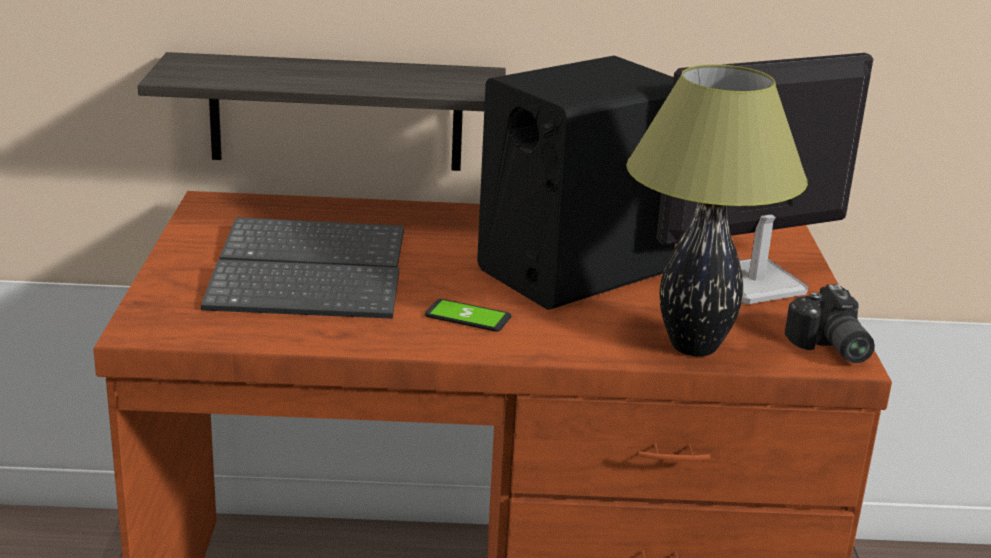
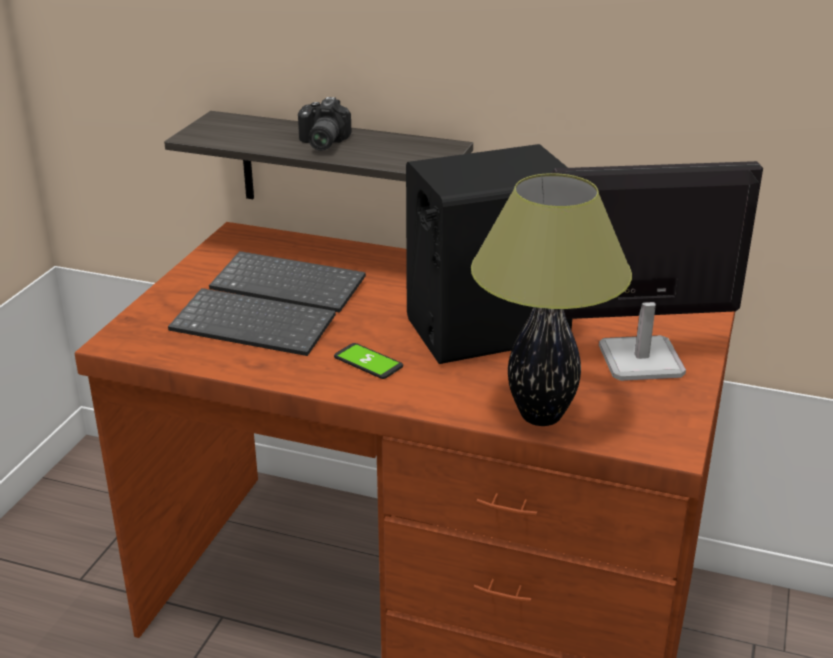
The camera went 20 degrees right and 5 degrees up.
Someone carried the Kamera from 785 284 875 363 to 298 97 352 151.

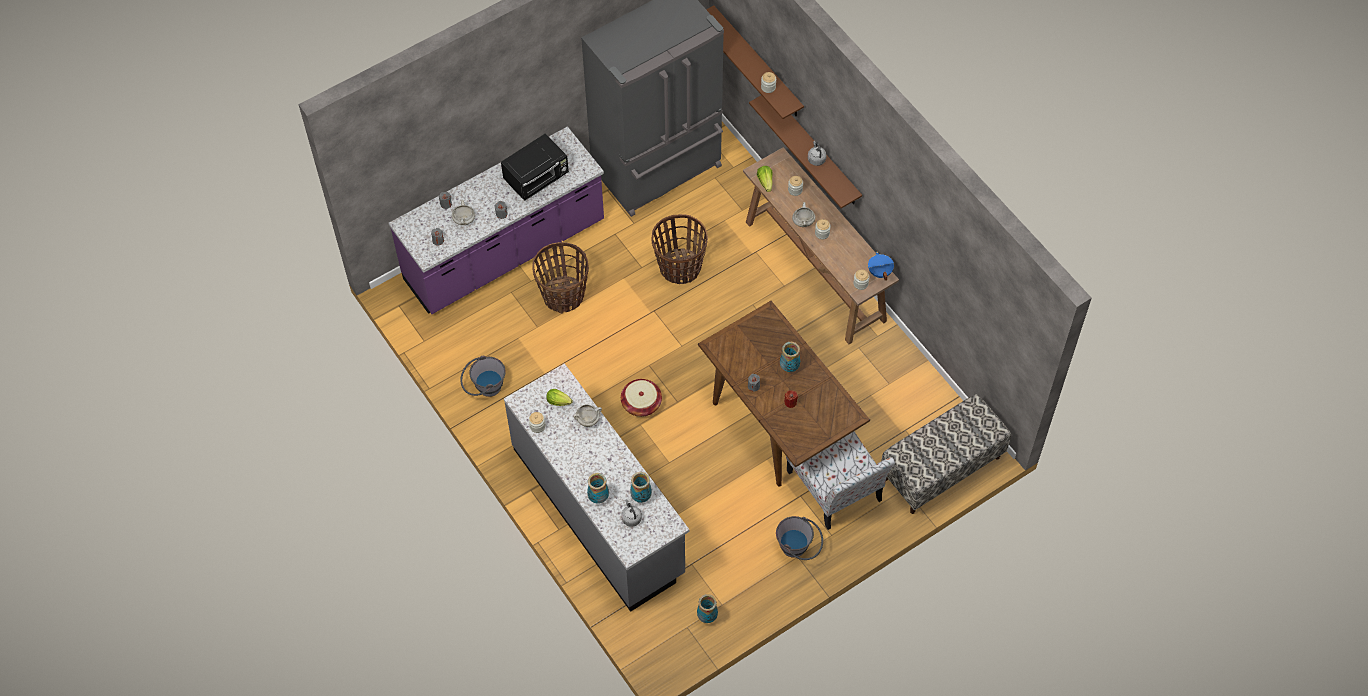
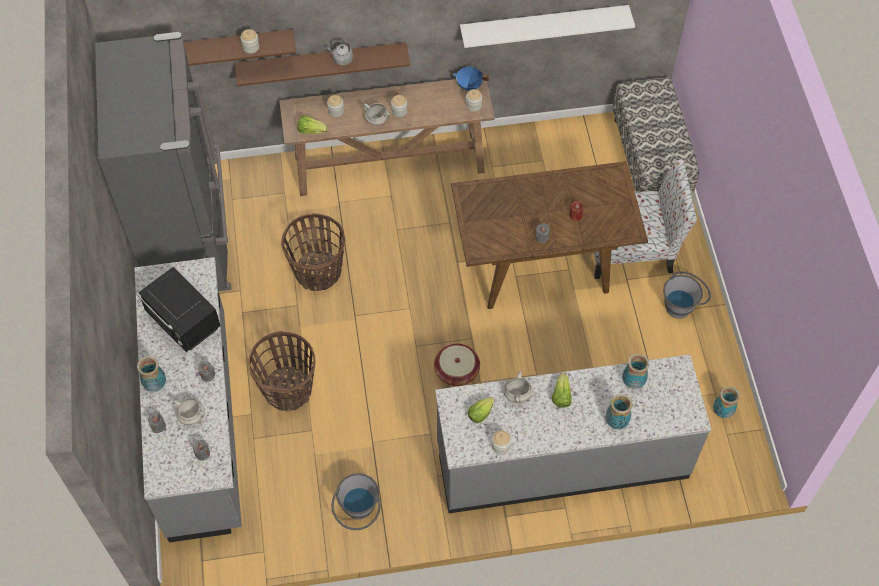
The camera went 65 degrees left and 0 degrees up.
Someone repainted the Küchenzeile (lila) at 389 126 604 314, which became the Küchenzeile (grau) at 134 257 242 543.
Someone rotated the Mikrowelle (schwarz) at 501 133 569 201 by 150 degrees clockwise.
Someone took away the Wasserkessel (grau) at 621 499 642 527.
Someone carried the Vase from 780 342 800 372 to 137 356 166 392.
Someone put up the Wandregal (weiß) at 460 5 635 48.
Someone put down the Salatkopf at 552 373 572 408.

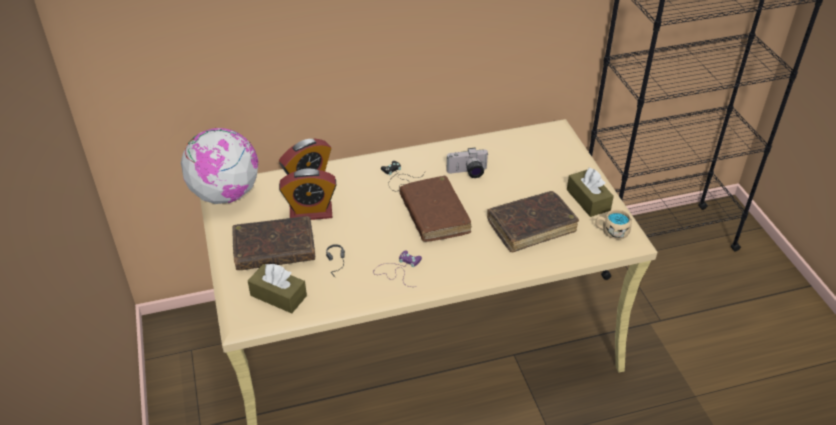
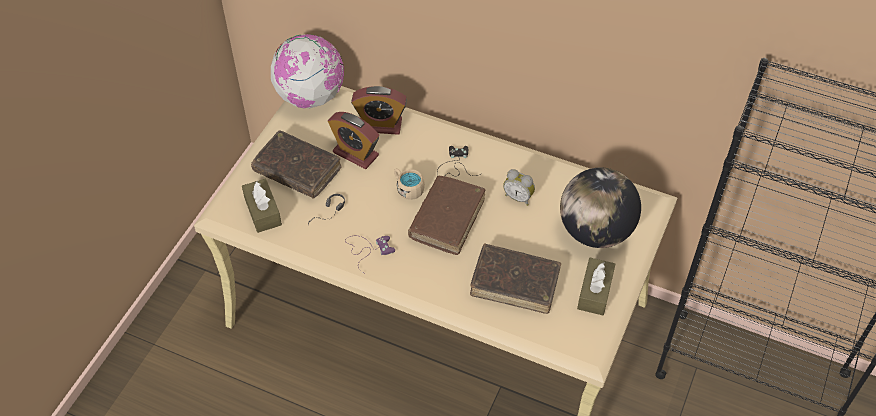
The camera went 40 degrees right and 10 degrees up.
Someone swapped the Kamera at 446 148 489 178 for the Wecker at 503 169 535 206.
Someone carried the Henkelbecher (beige) from 595 209 632 239 to 394 168 425 200.
Someone put down the Globus at 560 168 641 248.

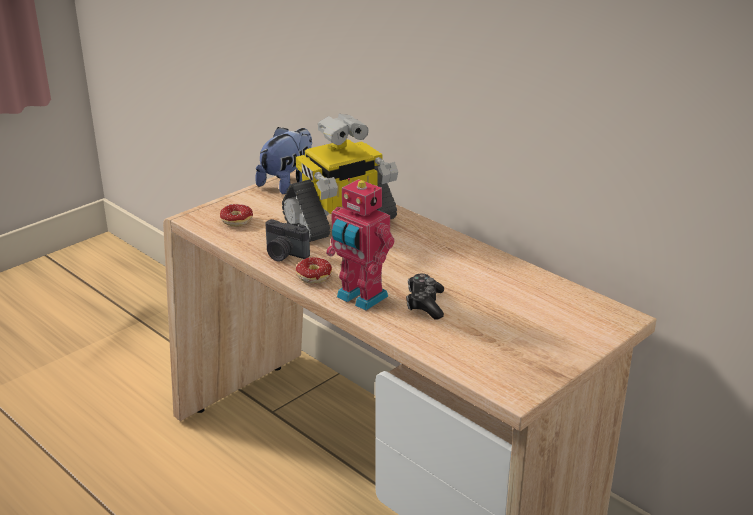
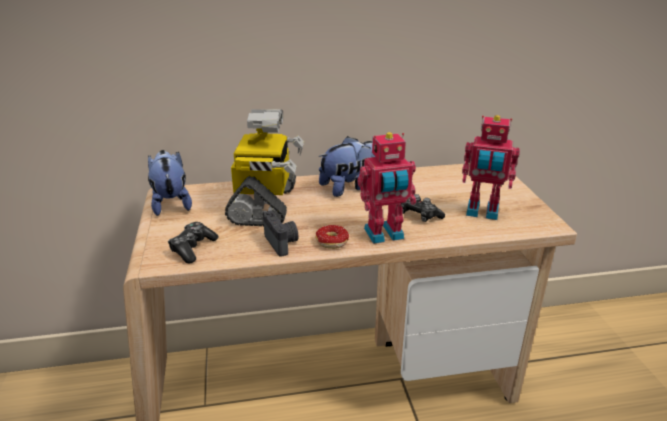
The camera went 55 degrees left and 0 degrees up.
Someone swapped the Donut at 220 204 253 227 for the Gamepad at 168 222 219 264.
Someone rotated the Kamera at 265 219 310 262 by 90 degrees counterclockwise.
Someone put down the Plüschtier at 318 136 375 197.
Someone put down the Spielzeugroboter at 462 115 520 220.

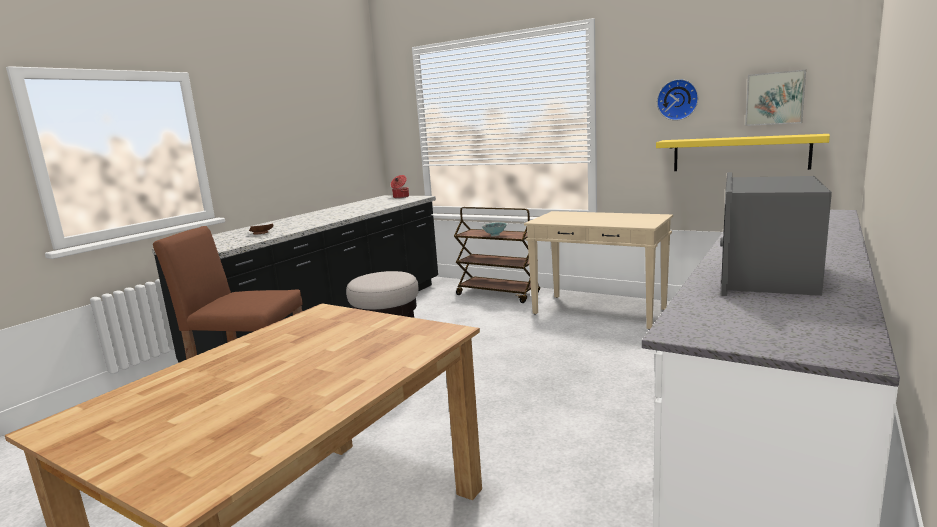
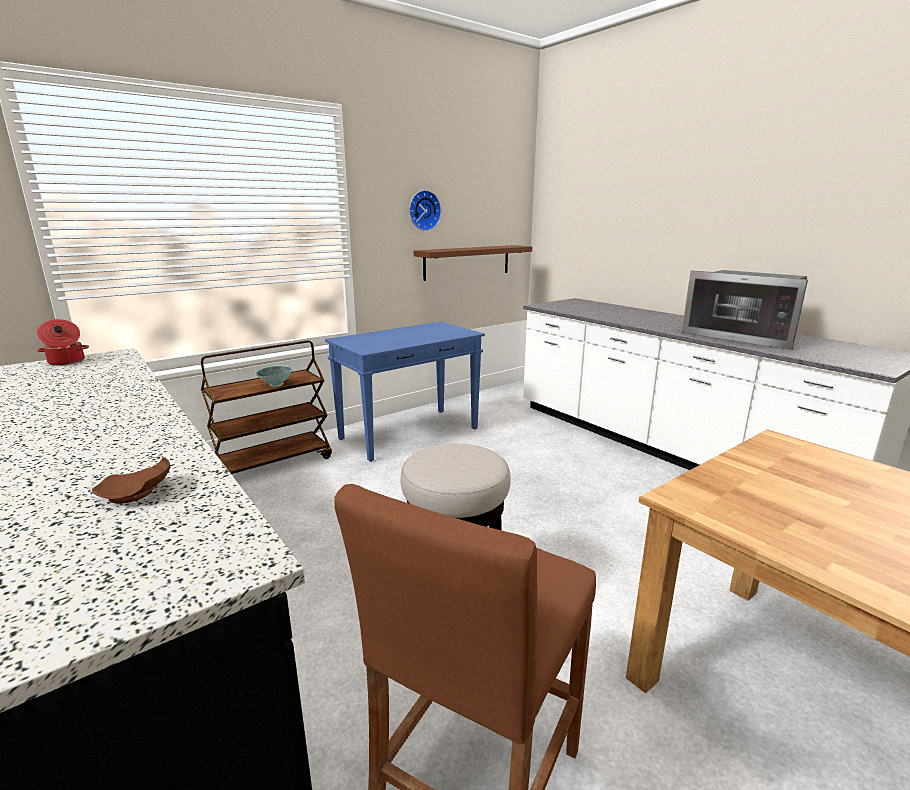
The camera went 70 degrees left and 5 degrees up.
Someone repainted the Konsolentisch (beige) at 524 211 673 330, which became the Konsolentisch (blau) at 325 322 485 462.
Someone repainted the Wandregal (gelb) at 656 134 830 171, which became the Wandregal (braun) at 414 245 532 281.
Someone took away the Bild at 745 70 806 126.

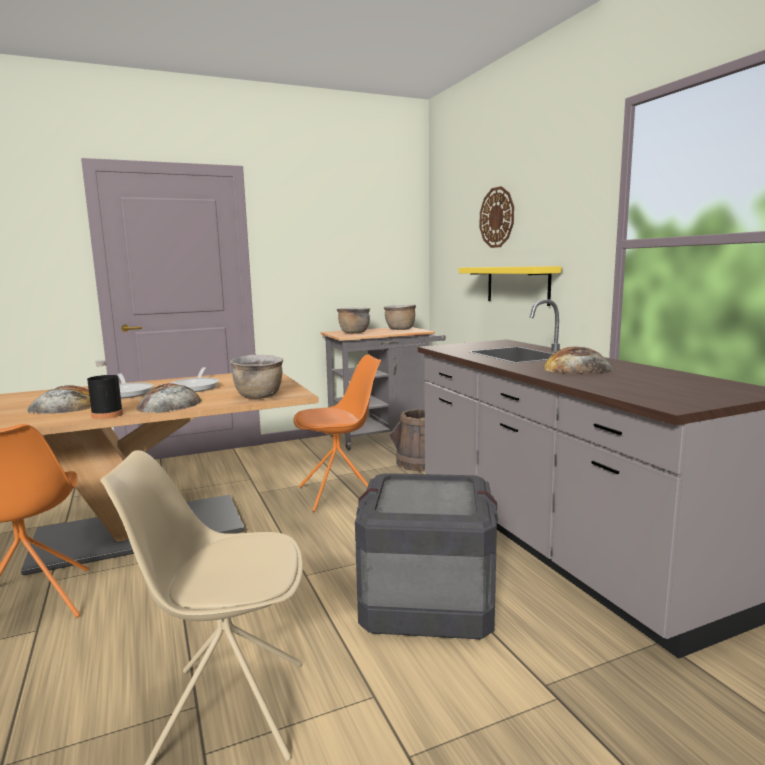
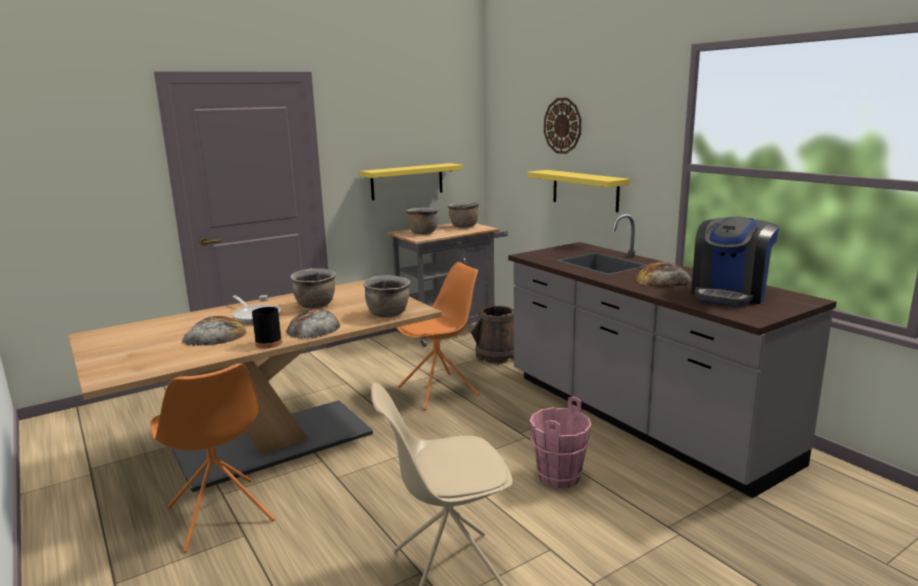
The camera went 10 degrees left and 5 degrees up.
Someone swapped the Pfanne at 169 367 219 392 for the Kochtopf (braun) at 290 268 336 308.
Someone swapped the Kiste at 355 473 498 639 for the Eimer (rosa) at 530 397 591 489.
Someone put up the Wandregal (gelb) at 360 163 463 200.
Someone put down the Kaffeemaschine at 691 216 779 306.

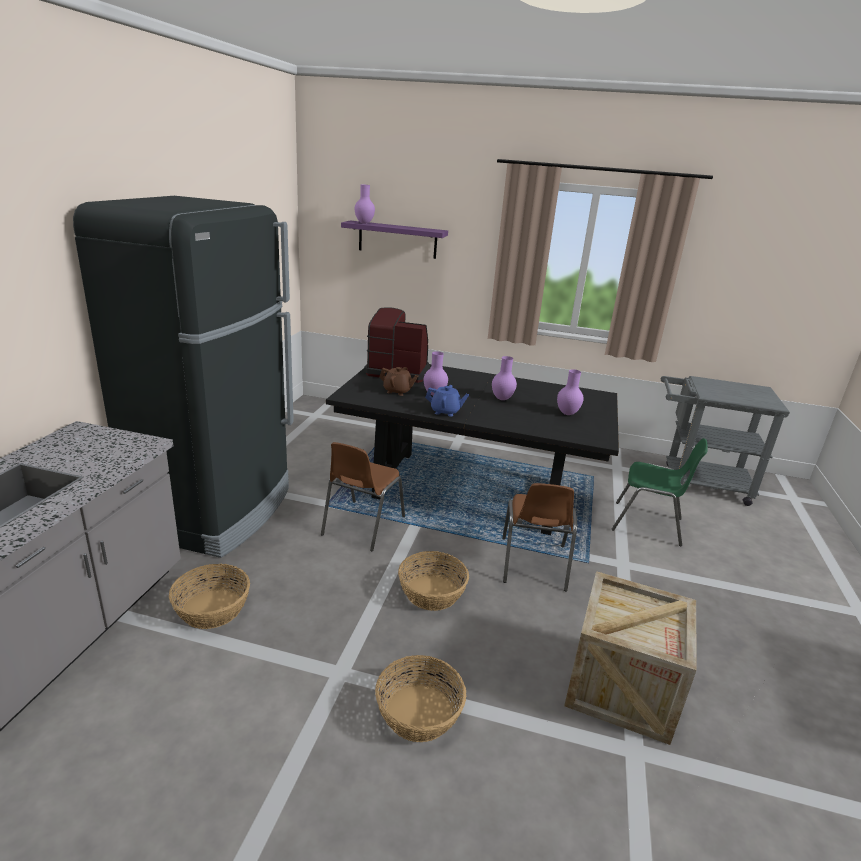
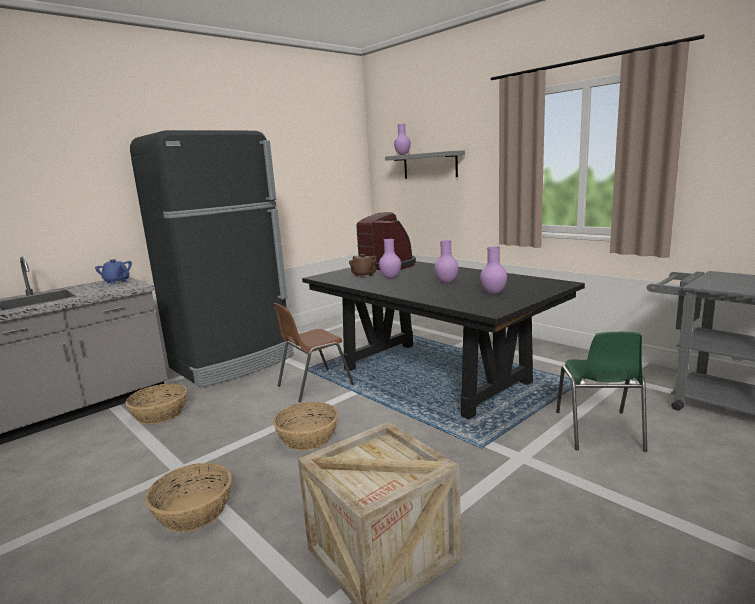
The camera went 35 degrees right and 10 degrees down.
Someone repainted the Wandregal (lila) at 341 220 448 259, which became the Wandregal (grau) at 385 150 465 179.
Someone carried the Teekanne (blau) from 425 385 469 417 to 95 259 132 284.
Someone took away the Stuhl (braun) at 502 483 577 591.
Someone rotated the Stuhl (grün) at 611 438 708 546 by 45 degrees clockwise.

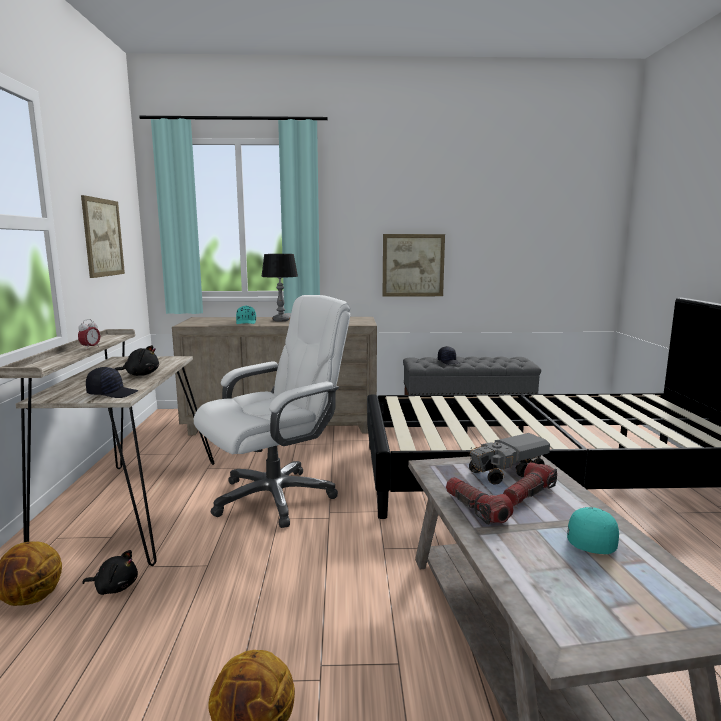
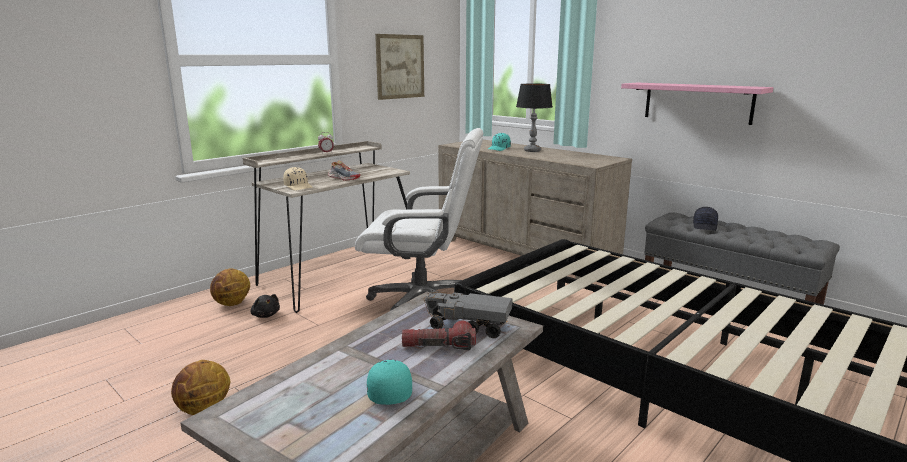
The camera went 45 degrees right and 5 degrees up.
Someone repainted the Kappe (schwarz) at 86 367 138 398, which became the Kappe (beige) at 283 167 313 191.
Someone swapped the Plüschtier (schwarz) at 115 345 159 376 for the Schuh at 328 160 360 180.
Someone swapped the Bild at 383 234 445 297 for the Wandregal (rosa) at 621 83 773 125.
Someone took away the Taschenlampe at 446 477 513 525.
Someone rotated the Kappe (türkis) at 567 507 619 554 by 75 degrees counterclockwise.

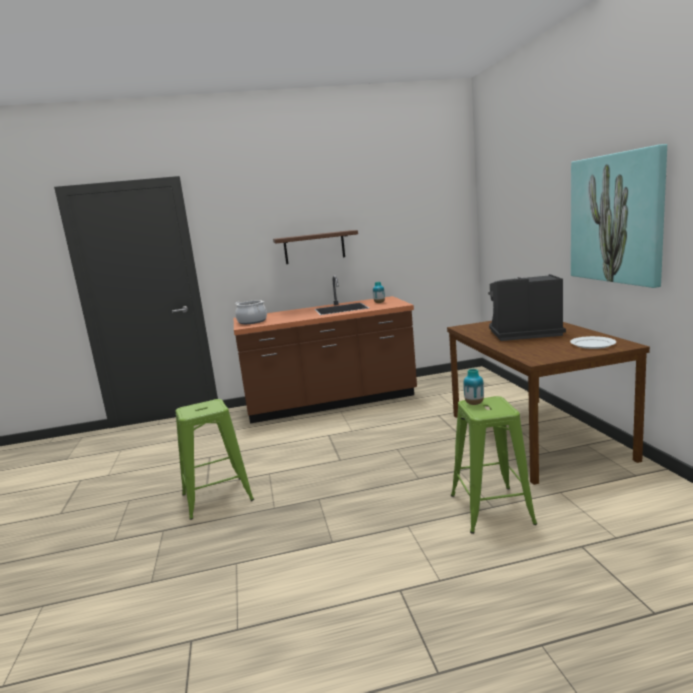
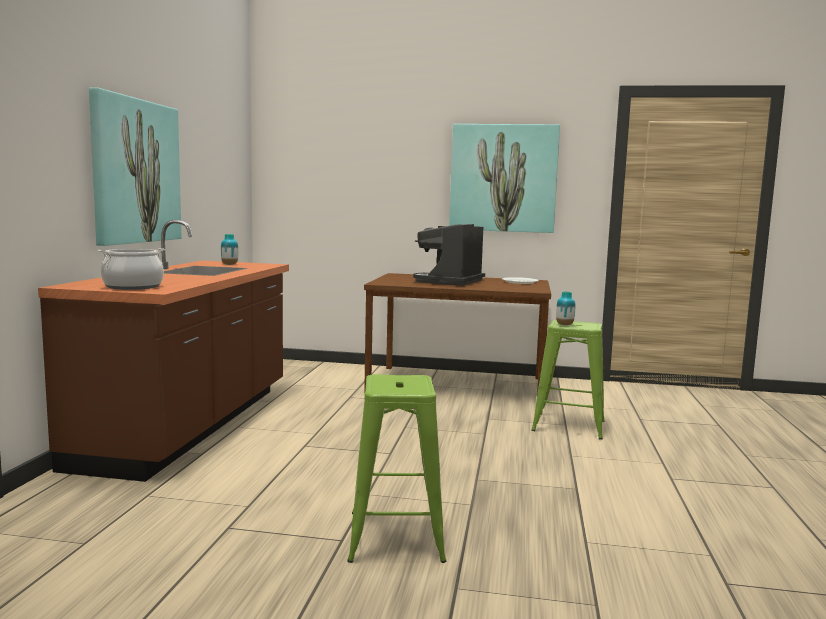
The camera went 70 degrees left and 5 degrees down.
Someone swapped the Wandregal (braun) at 273 230 358 264 for the Bild at 89 87 181 246.

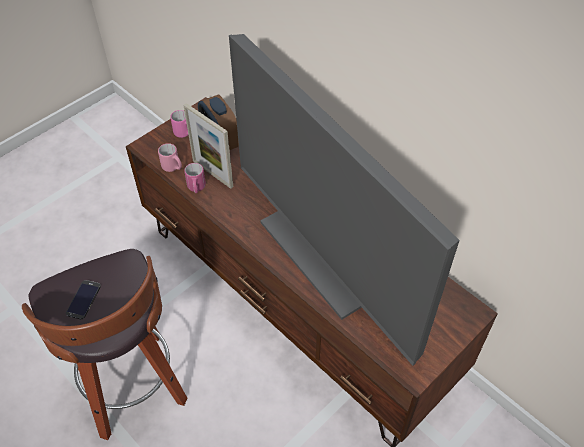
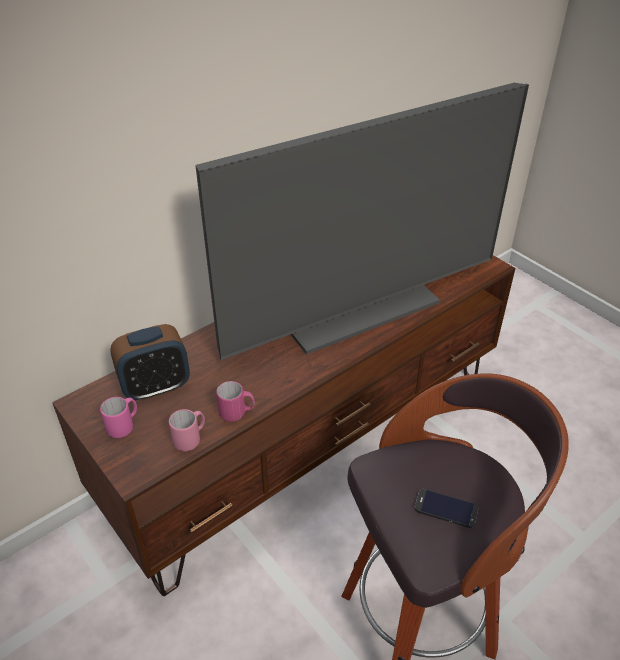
The camera went 85 degrees left and 10 degrees down.
Someone took away the Bilderrahmen at 183 103 233 189.

